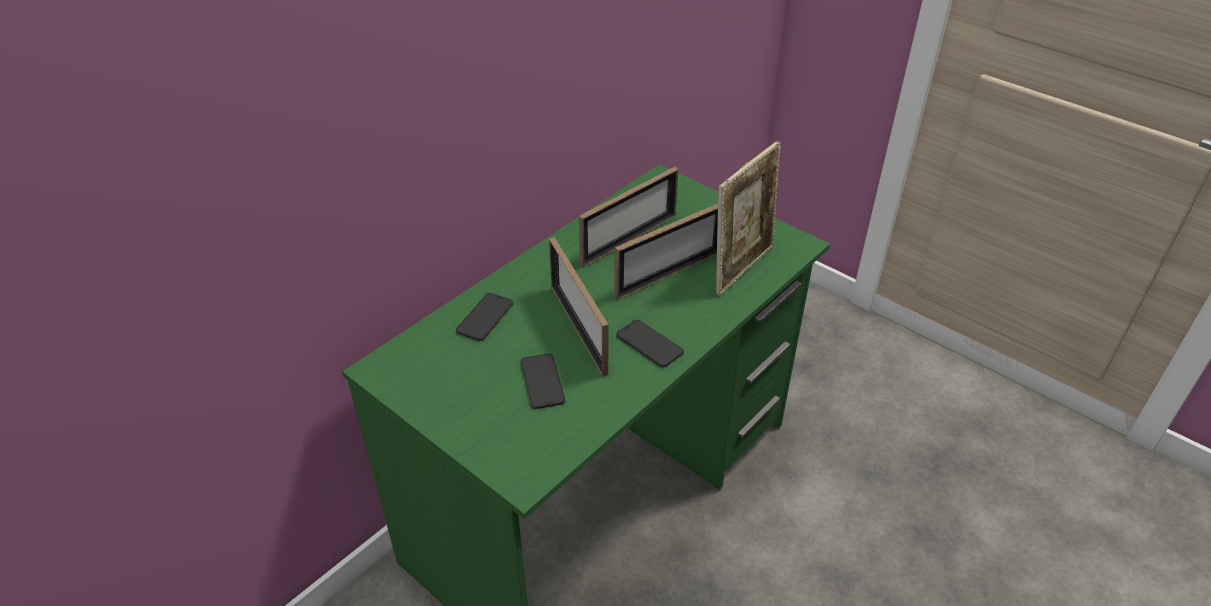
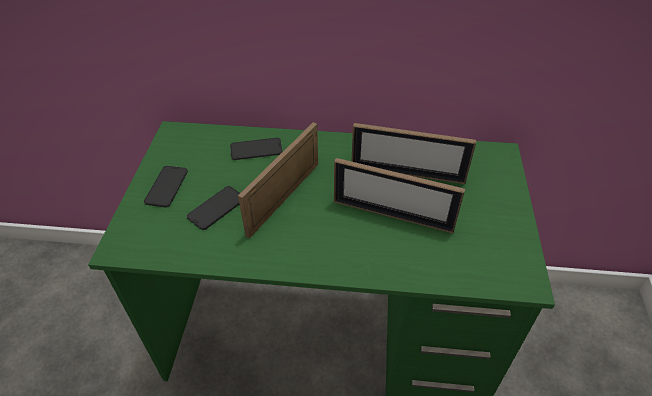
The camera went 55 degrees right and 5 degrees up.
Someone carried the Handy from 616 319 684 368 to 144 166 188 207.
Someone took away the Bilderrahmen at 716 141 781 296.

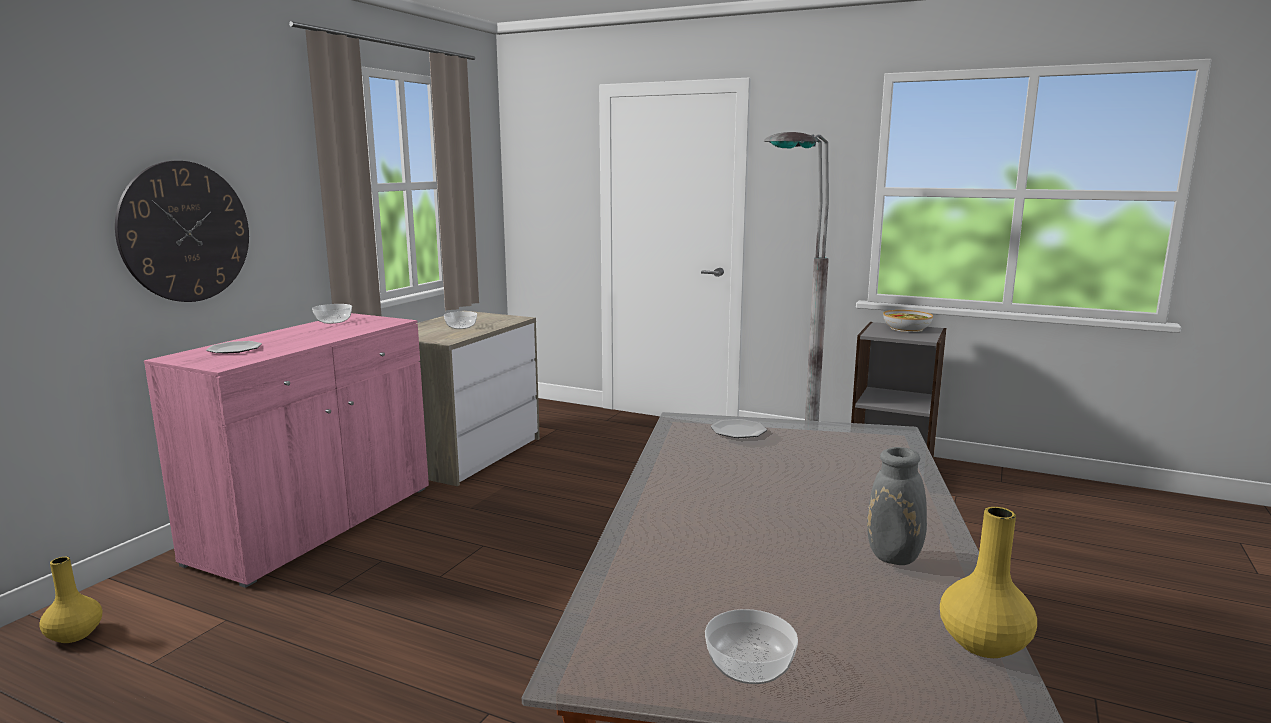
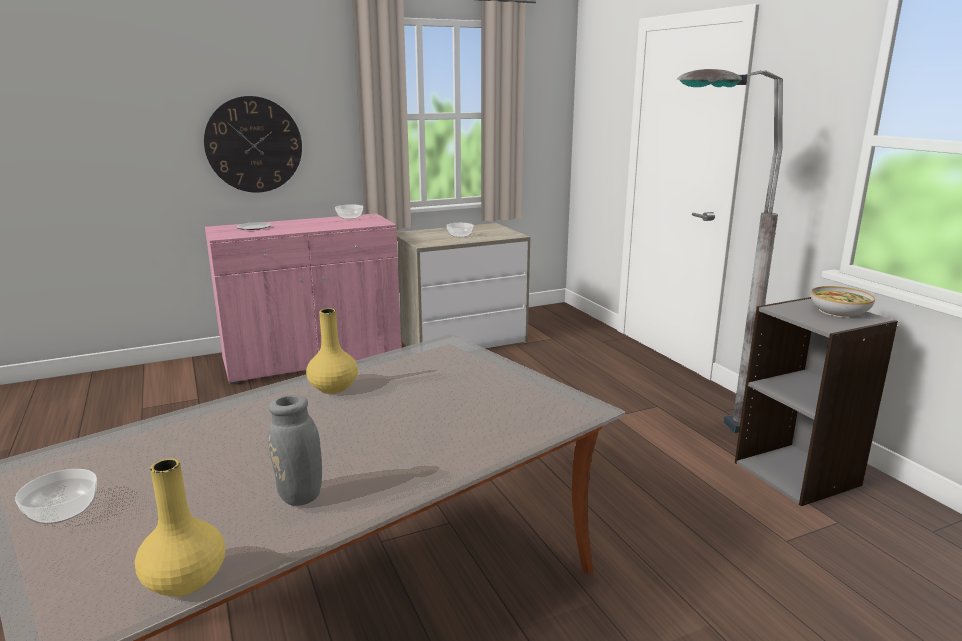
The camera went 40 degrees right and 5 degrees up.
Someone carried the Vase (gelb) from 39 557 102 643 to 306 308 358 394.
Someone took away the Teller at 711 419 767 438.

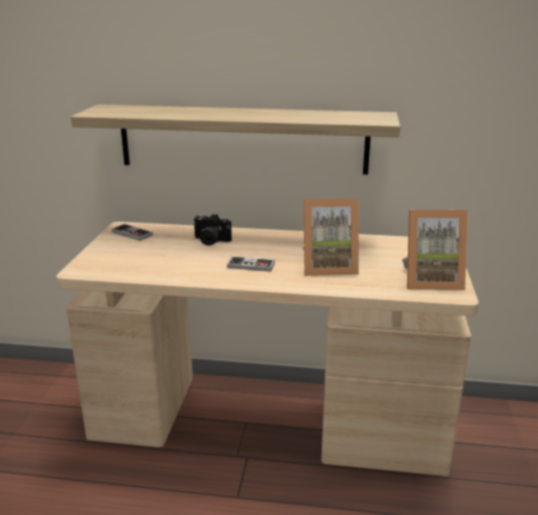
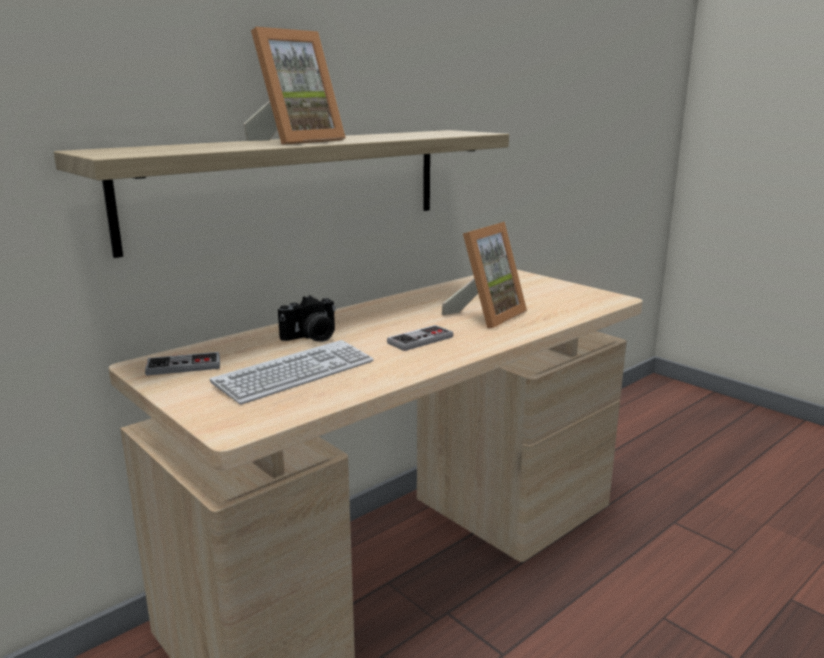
The camera went 50 degrees left and 5 degrees down.
Someone carried the Bilderrahmen from 402 210 468 290 to 243 27 346 145.
Someone put down the Tastatur at 210 340 373 404.

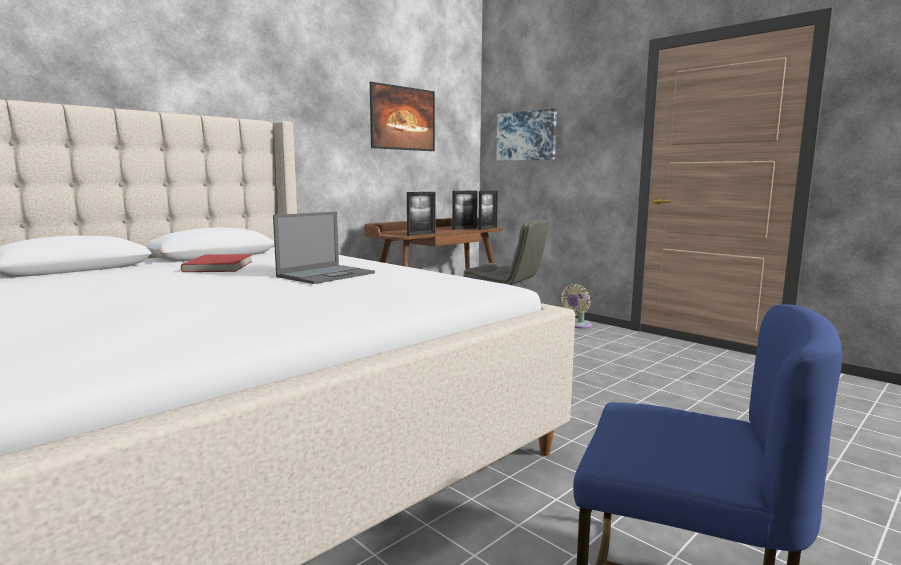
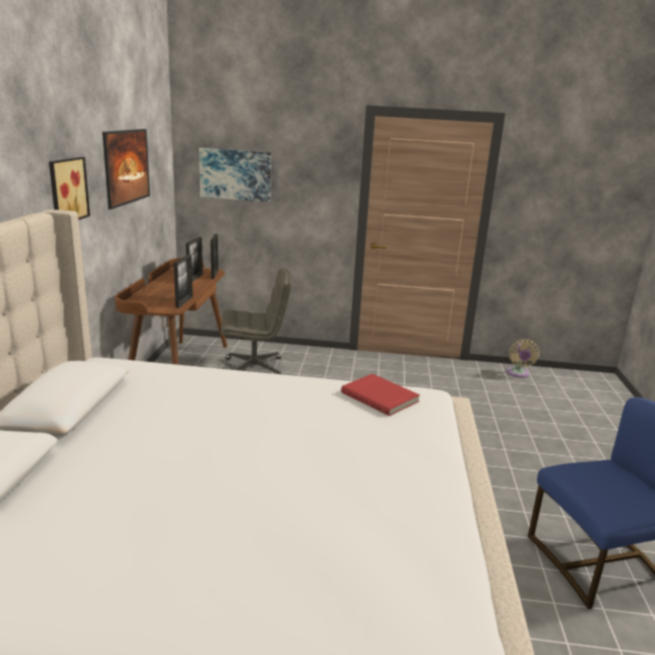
The camera went 40 degrees left and 10 degrees up.
Someone carried the Buch (rot) from 181 254 252 272 to 341 374 420 416.
Someone took away the Laptop at 273 212 375 284.
Someone carried the Ventilator (beige) from 561 284 592 329 to 507 339 540 378.
Someone put up the Bild at 49 157 90 220.

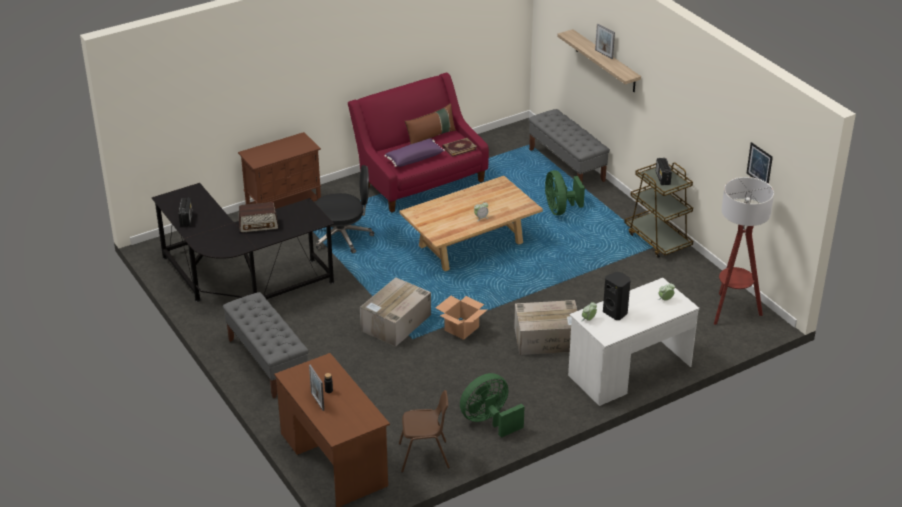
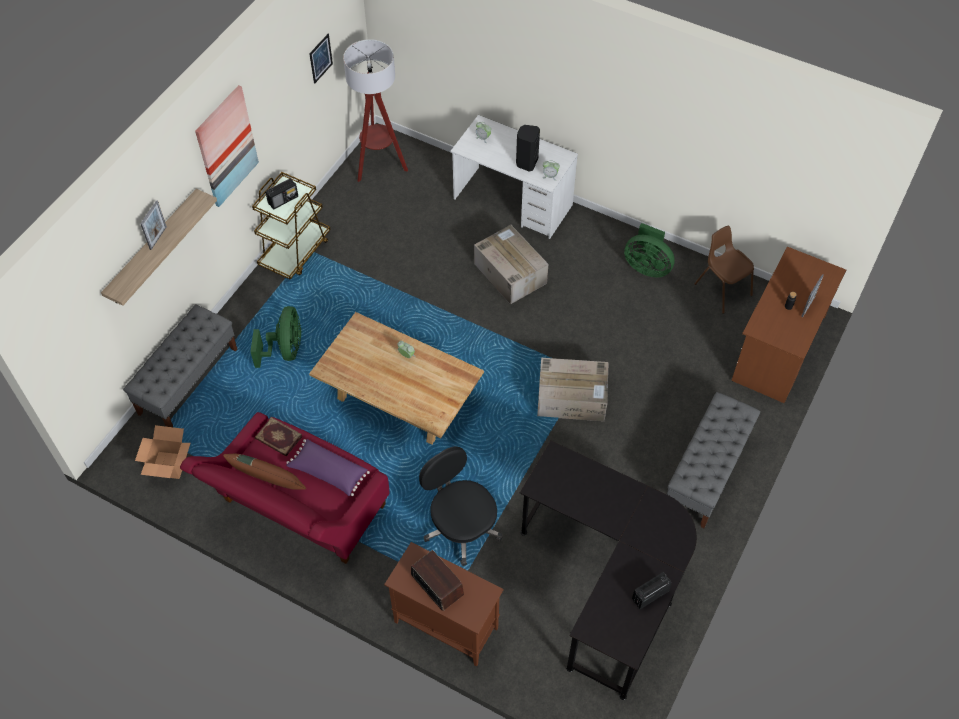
The camera went 120 degrees left and 20 degrees up.
Someone carried the Radio from 239 202 278 233 to 411 550 464 611.
Someone carried the Karton from 436 296 488 340 to 135 425 191 479.
Someone rotated the Ventilator (grün) at 545 170 585 215 by 45 degrees counterclockwise.
Someone put up the Bild at 195 85 259 207.

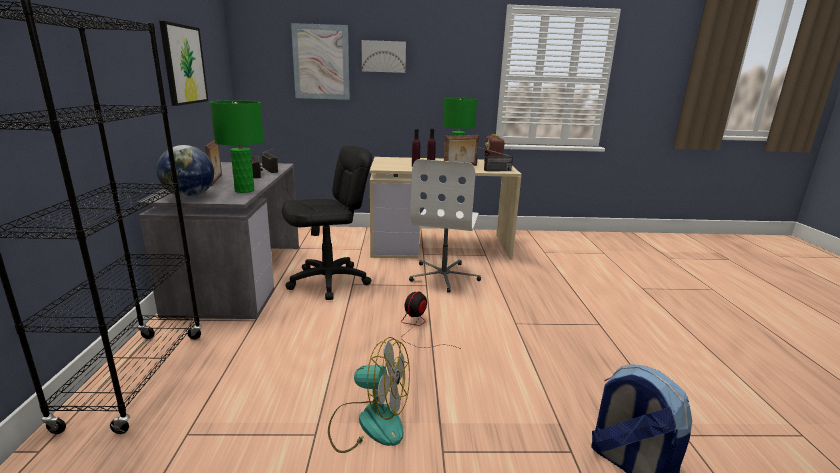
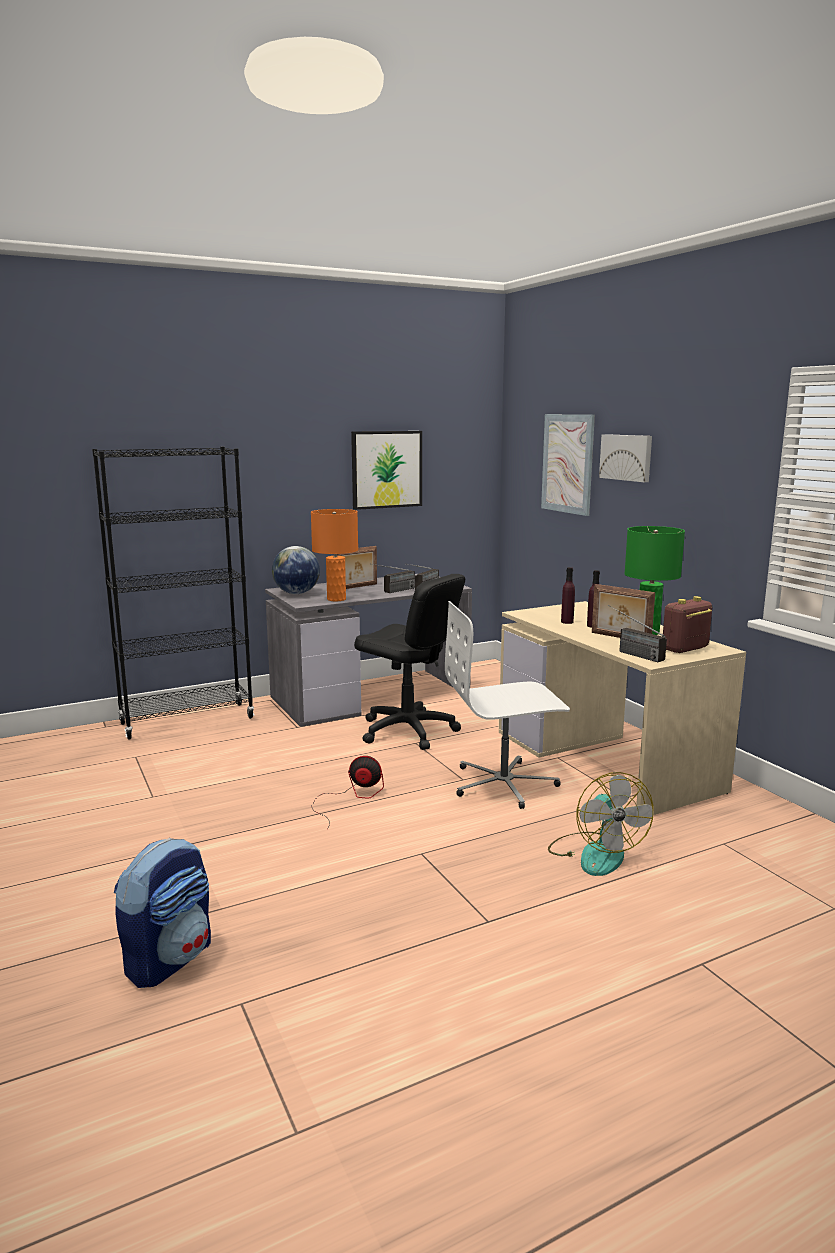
The camera went 65 degrees right and 5 degrees down.
Someone repainted the Tischlampe (grün) at 210 101 264 193, which became the Tischlampe (orange) at 311 509 358 602.
Someone carried the Ventilator from 328 337 410 453 to 548 772 653 876.

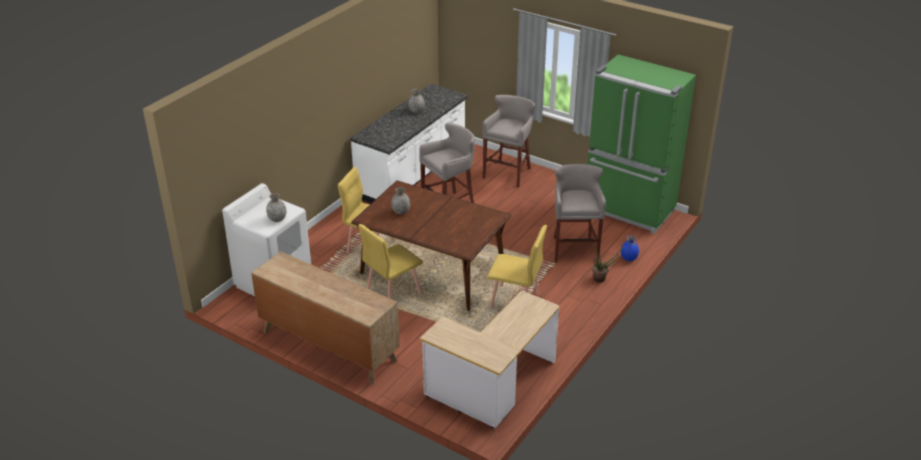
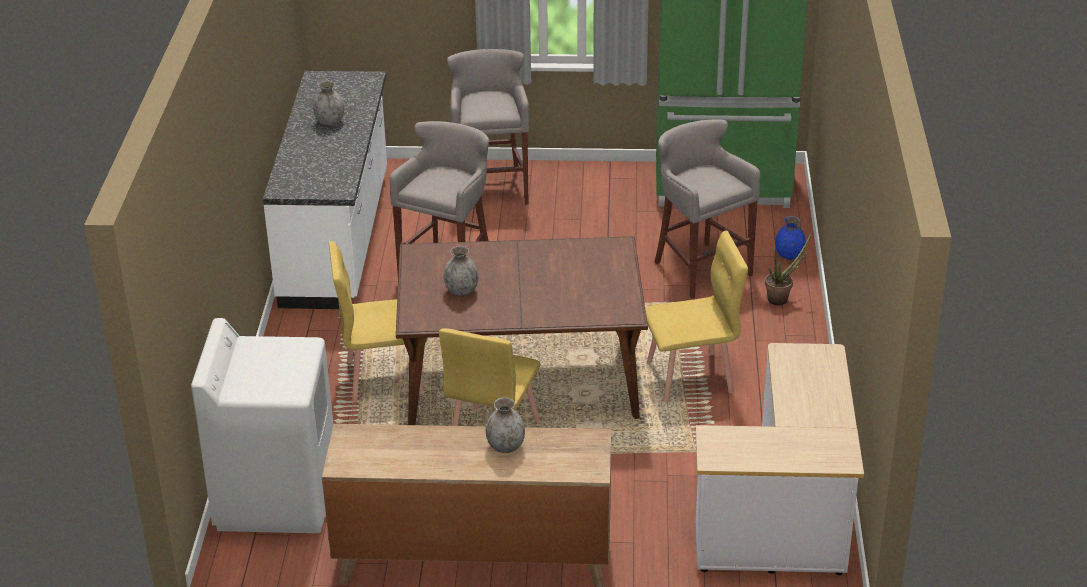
The camera went 30 degrees left and 0 degrees up.
Someone carried the Vase (grau) from 266 193 287 222 to 486 398 525 453.

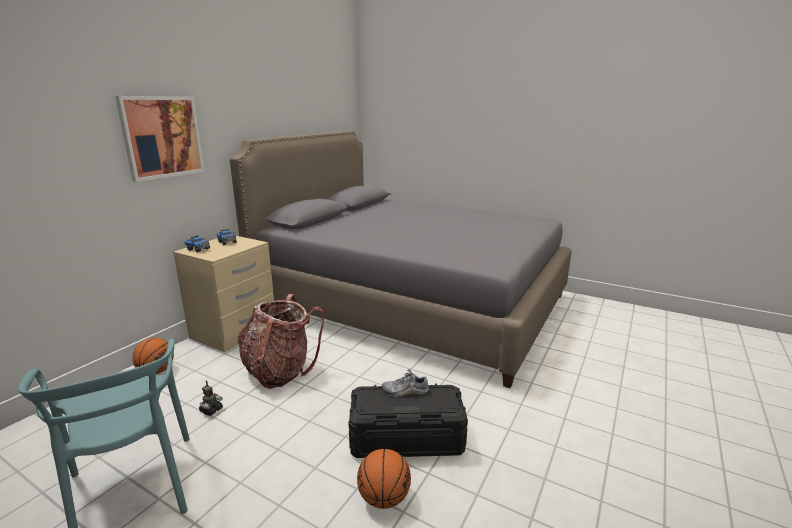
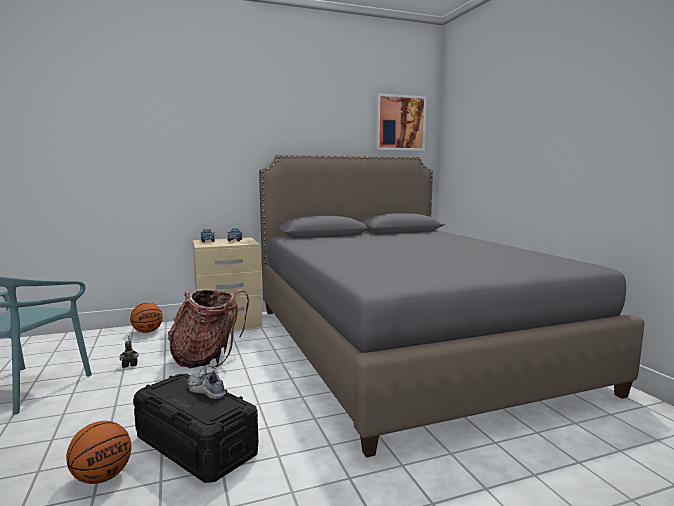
The camera went 40 degrees right and 10 degrees down.
Someone carried the Bild from 115 96 205 182 to 376 93 427 151.

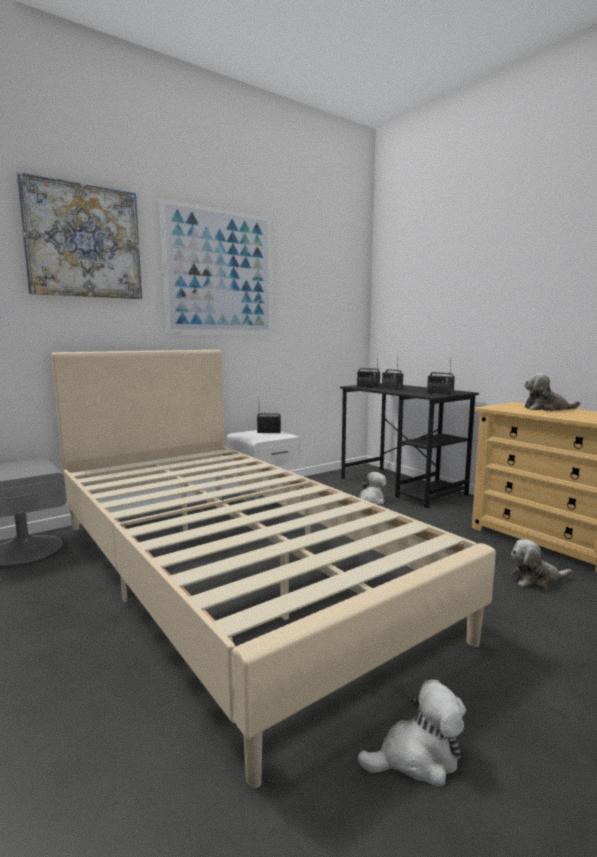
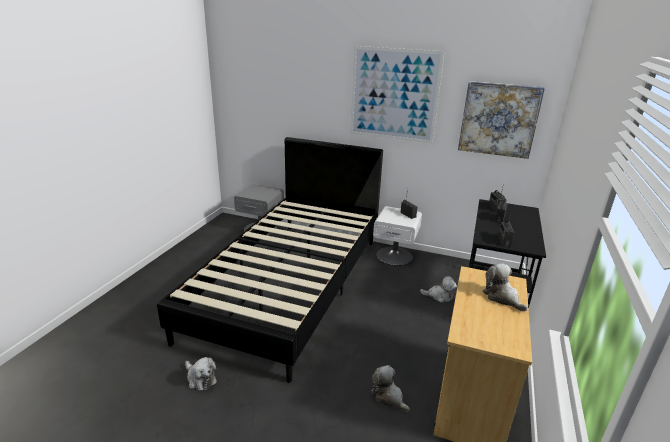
The camera went 55 degrees right and 15 degrees up.
Someone carried the Bild from 17 172 142 299 to 458 81 545 159.
Someone repainted the Bett (beige) at 51 350 496 788, which became the Bett (schwarz) at 157 137 383 383.

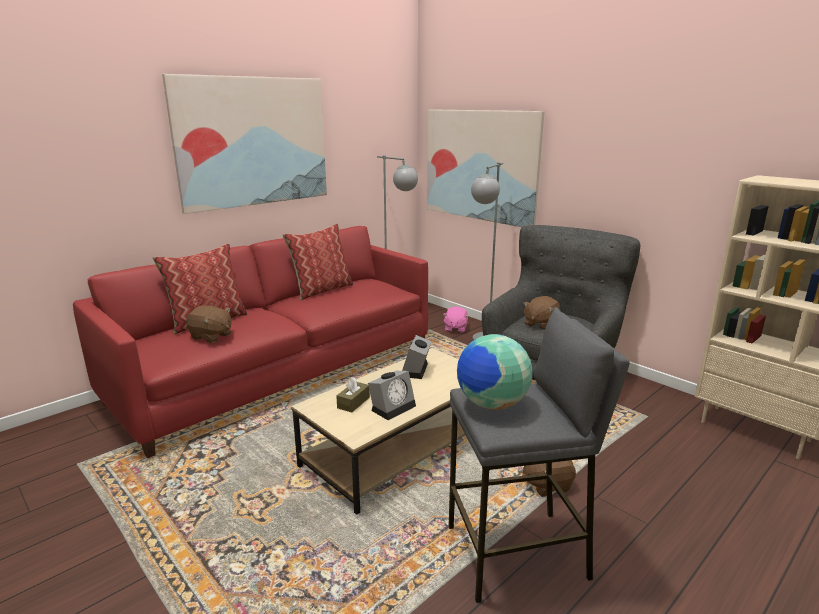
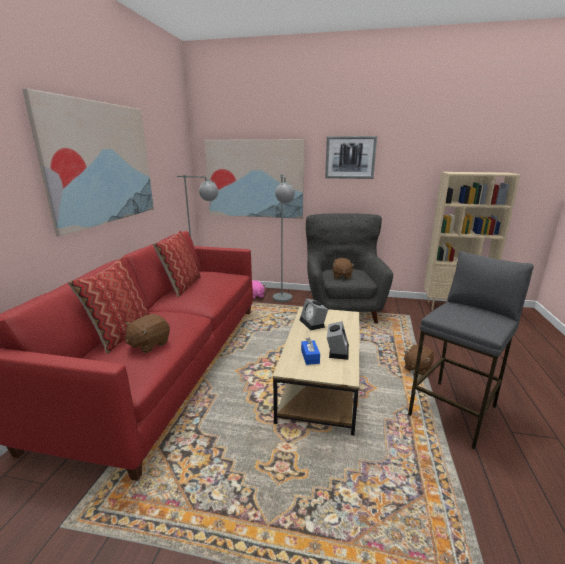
The camera went 35 degrees left and 0 degrees up.
Someone rotated the Plüschtier (braun) at 186 305 232 343 by 135 degrees clockwise.
Someone repainted the Taschentuchbox (braun) at 336 377 370 413, which became the Taschentuchbox (blau) at 301 337 320 365.
Someone took away the Globus at 457 334 533 410.
Someone put up the Bild at 325 136 377 179.

